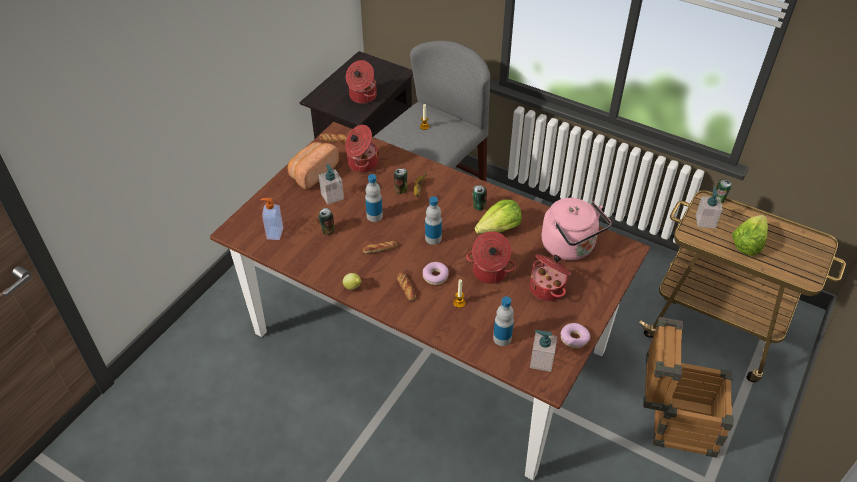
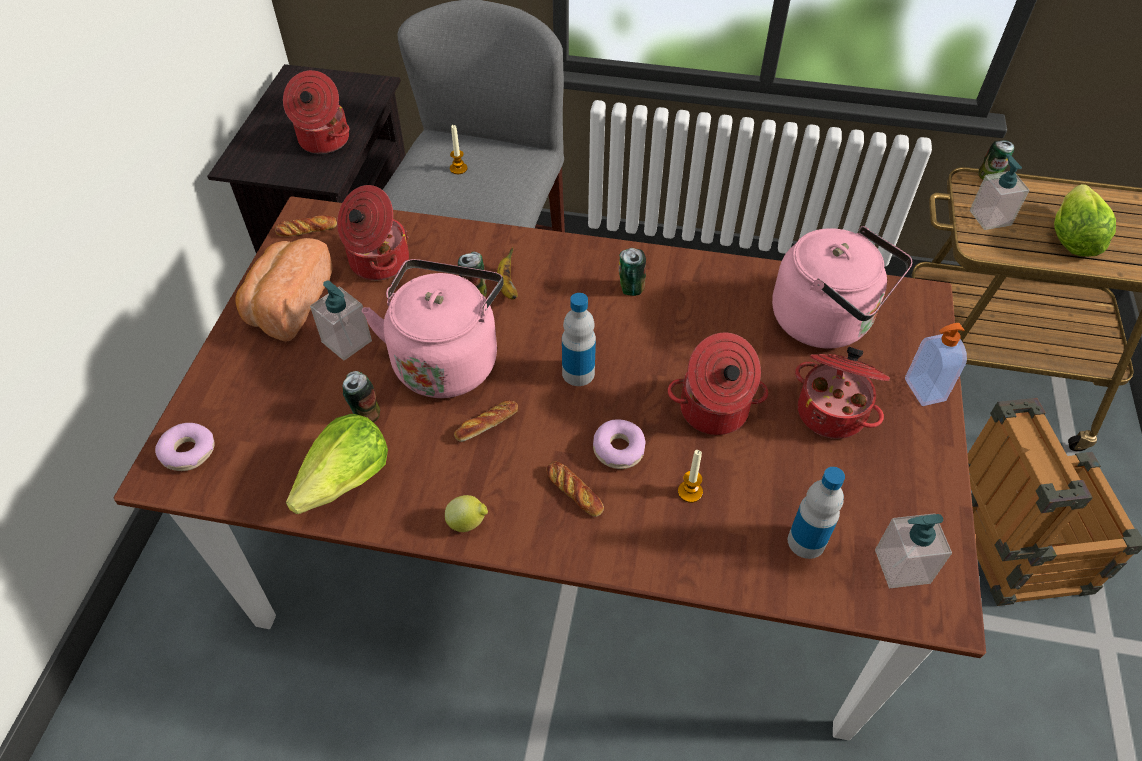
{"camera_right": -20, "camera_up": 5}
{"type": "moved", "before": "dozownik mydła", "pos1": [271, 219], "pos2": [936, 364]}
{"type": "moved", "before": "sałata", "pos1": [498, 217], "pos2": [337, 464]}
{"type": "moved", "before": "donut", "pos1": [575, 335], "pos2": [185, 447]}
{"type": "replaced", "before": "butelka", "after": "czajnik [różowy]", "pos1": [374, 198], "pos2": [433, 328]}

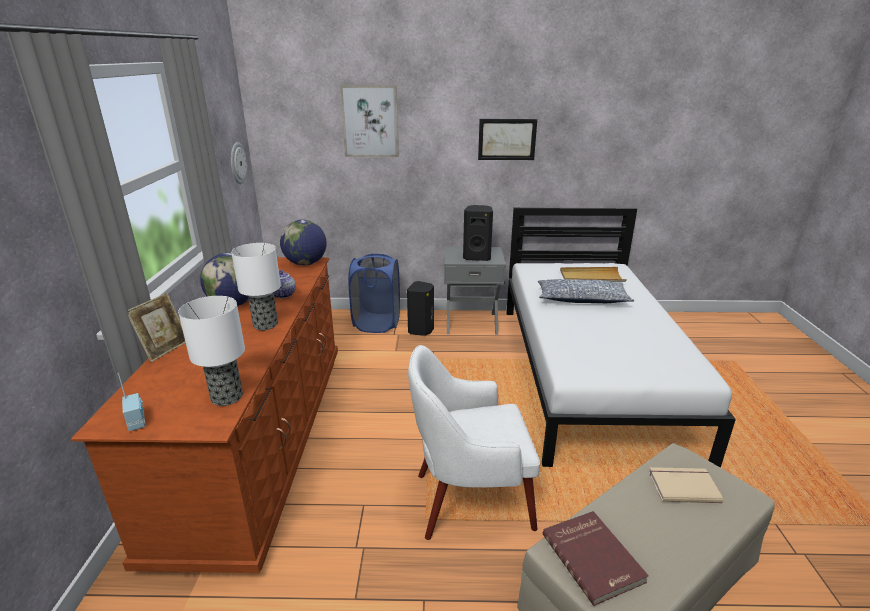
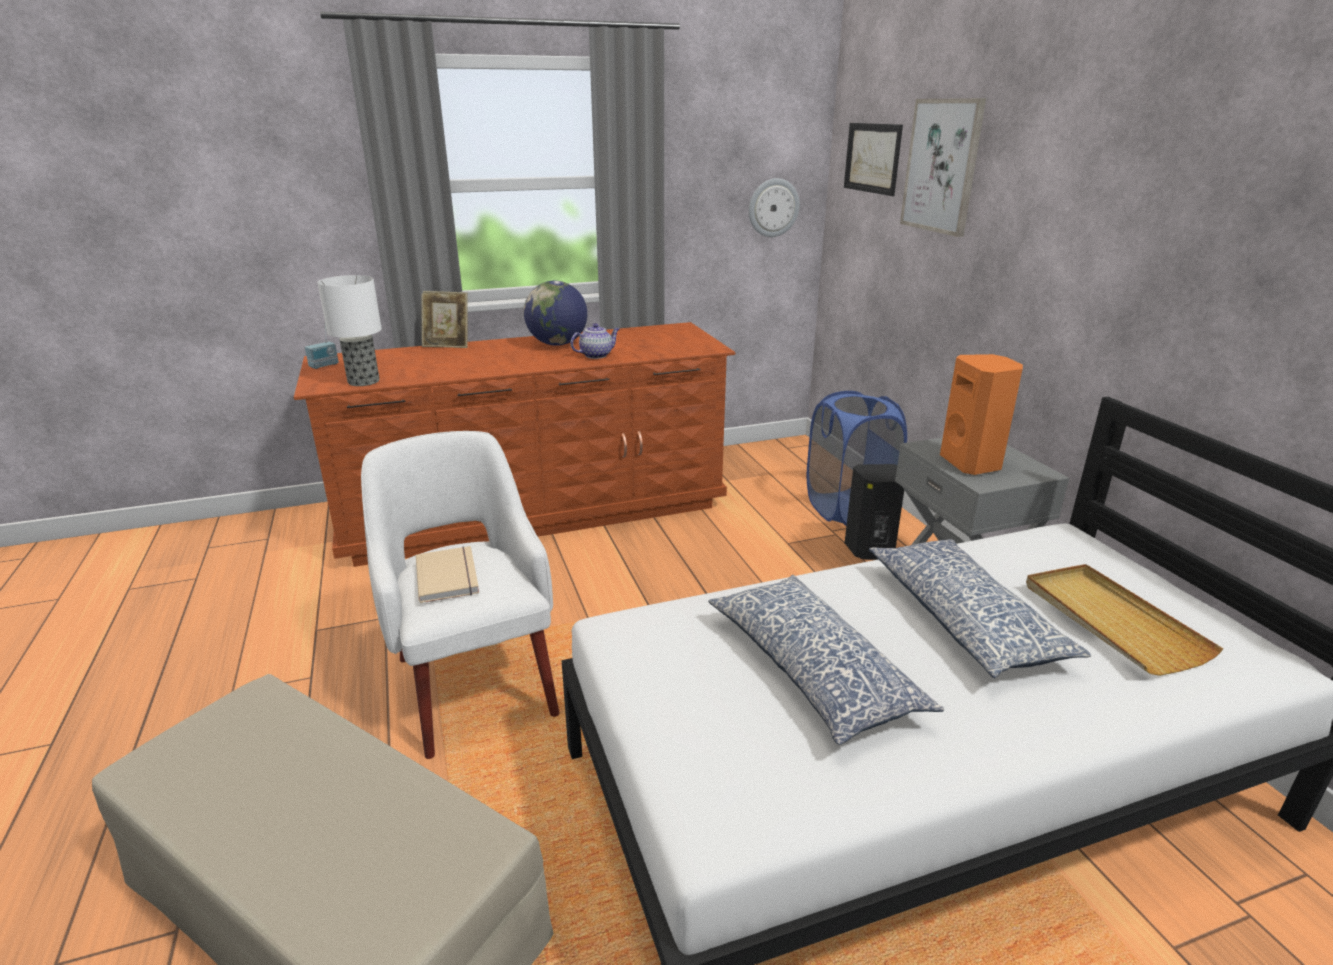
{"camera_right": 70, "camera_up": 0}
{"type": "removed", "before": "lampa stołowa", "pos1": [256, 286]}
{"type": "removed", "before": "globus", "pos1": [303, 242]}
{"type": "removed", "before": "książka [czerwony]", "pos1": [596, 558]}
{"type": "added", "after": "poduszka", "pos2": [826, 659]}
{"type": "moved", "before": "obraz", "pos1": [507, 139], "pos2": [873, 159]}
{"type": "moved", "before": "książka [beżowy]", "pos1": [686, 485], "pos2": [447, 574]}
{"type": "recoloured", "before": "głośnik [czarny]", "after": "głośnik [pomarańczowy]", "pos1": [478, 233], "pos2": [981, 414]}

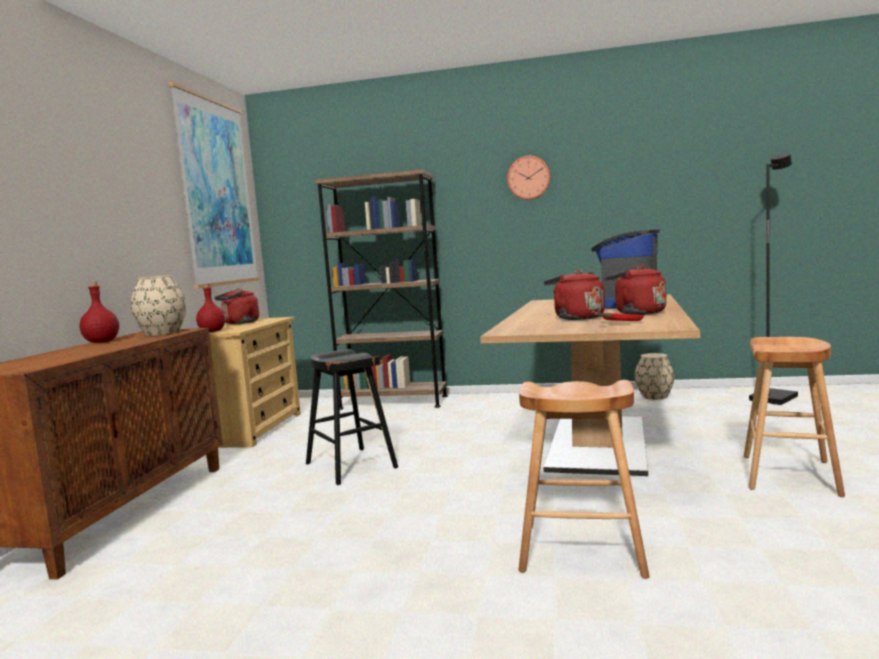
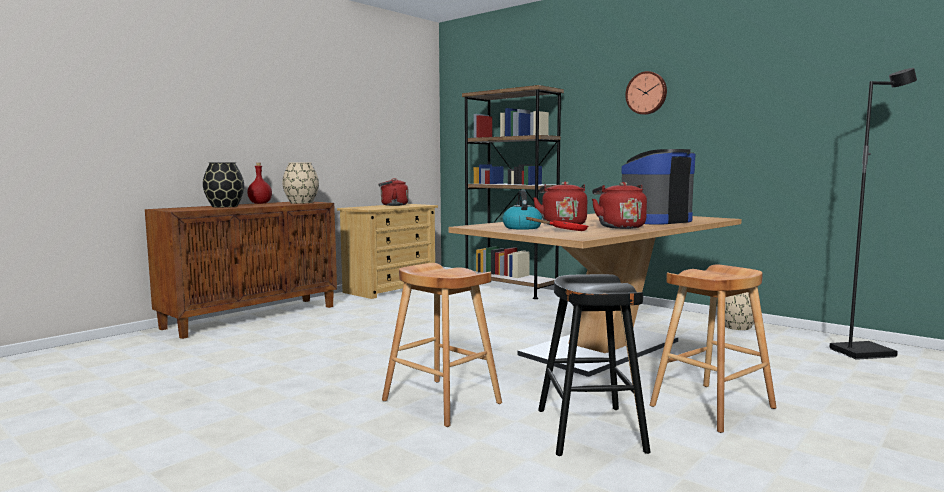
{"camera_right": 30, "camera_up": 0}
{"type": "removed", "before": "obraz", "pos1": [214, 185]}
{"type": "removed", "before": "butelka [czerwony]", "pos1": [210, 308]}
{"type": "added", "after": "wazon [czarny]", "pos2": [223, 184]}
{"type": "added", "after": "czajnik", "pos2": [522, 210]}
{"type": "moved", "before": "stołek [czarny]", "pos1": [352, 417], "pos2": [594, 365]}

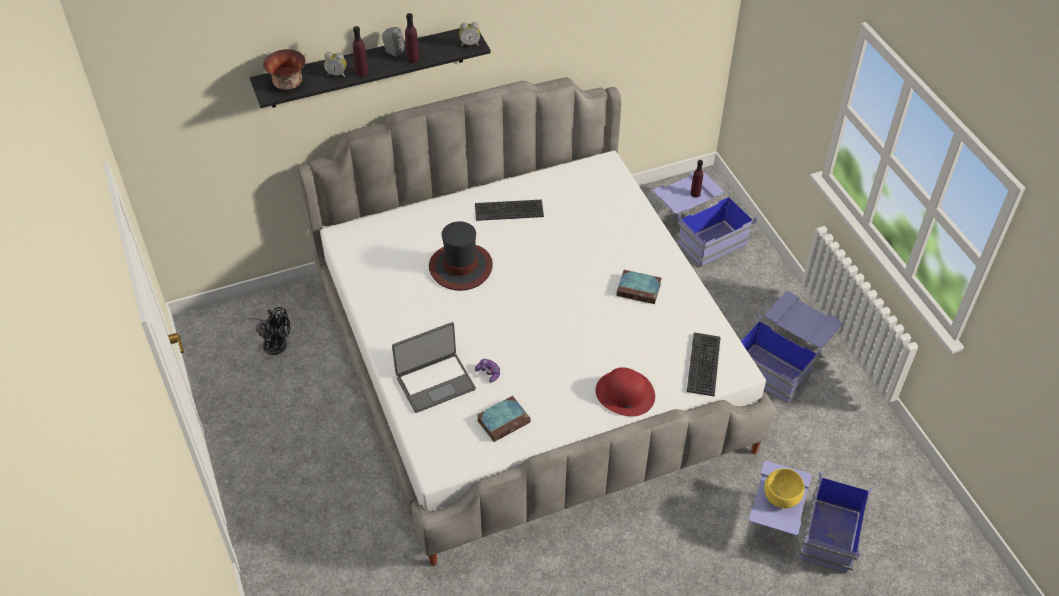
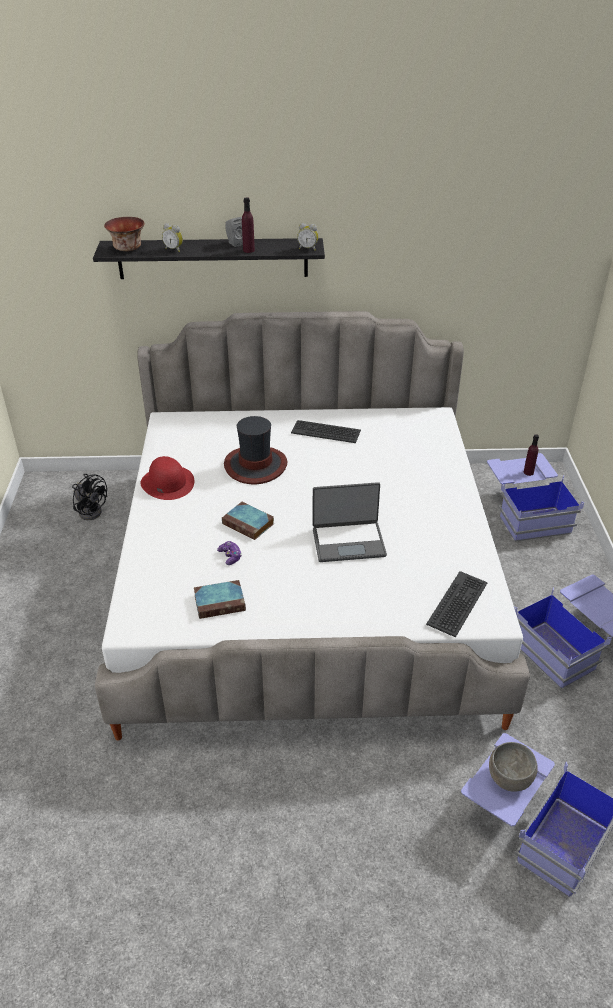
{"camera_right": 20, "camera_up": -10}
{"type": "removed", "before": "butelka [fioletowy]", "pos1": [360, 51]}
{"type": "moved", "before": "laptop", "pos1": [434, 367], "pos2": [349, 522]}
{"type": "moved", "before": "kapelusz [czerwony]", "pos1": [625, 391], "pos2": [167, 478]}
{"type": "moved", "before": "książka", "pos1": [639, 287], "pos2": [248, 521]}
{"type": "recoloured", "before": "miska [żółty]", "after": "miska [szary]", "pos1": [784, 488], "pos2": [513, 767]}

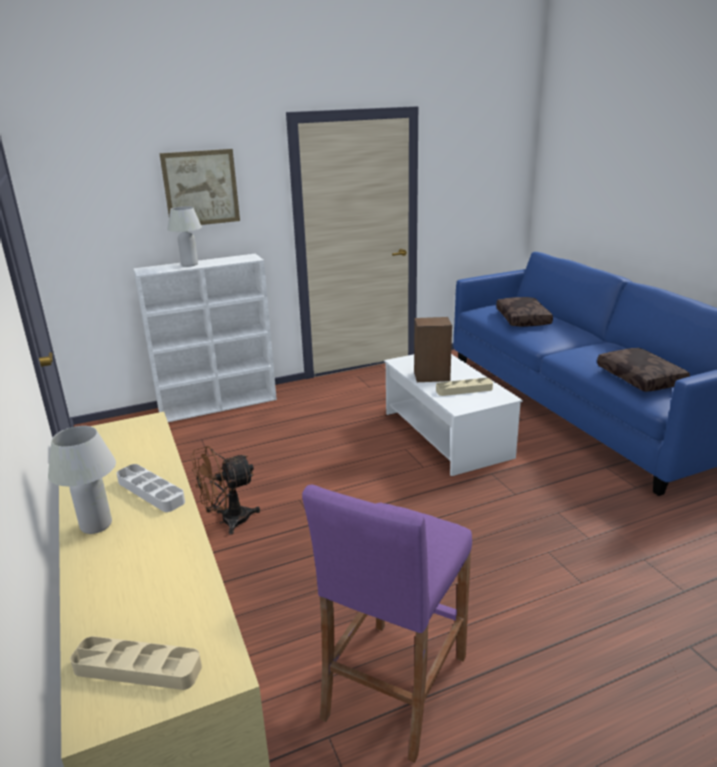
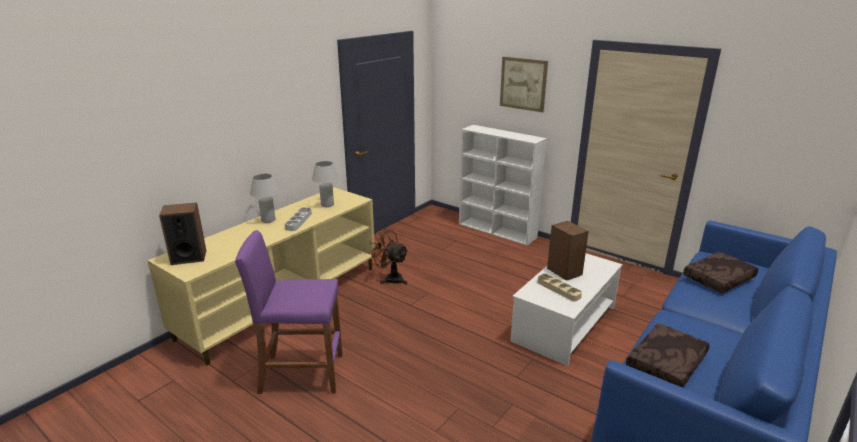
{"camera_right": 60, "camera_up": 0}
{"type": "moved", "before": "lampa stołowa [biały]", "pos1": [184, 236], "pos2": [325, 184]}
{"type": "replaced", "before": "taca [beżowy]", "after": "głośnik", "pos1": [136, 663], "pos2": [182, 234]}

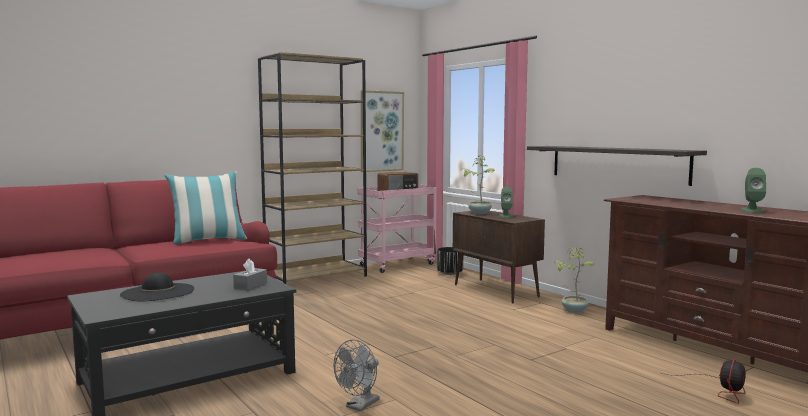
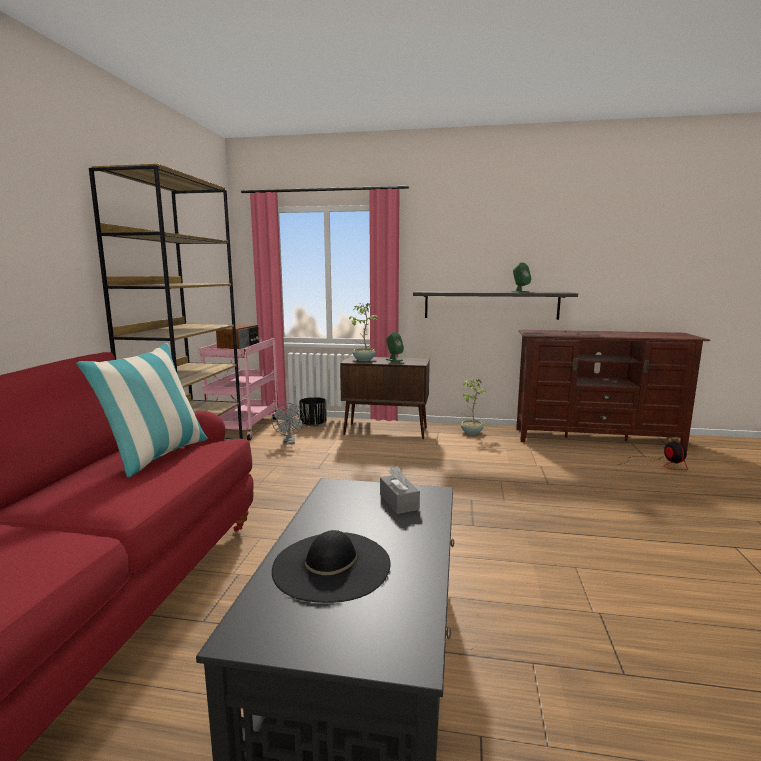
{"camera_right": -45, "camera_up": 5}
{"type": "removed", "before": "obraz", "pos1": [382, 131]}
{"type": "moved", "before": "wentylator [szary]", "pos1": [356, 375], "pos2": [288, 424]}
{"type": "moved", "before": "głośnik [zielony]", "pos1": [753, 190], "pos2": [521, 277]}

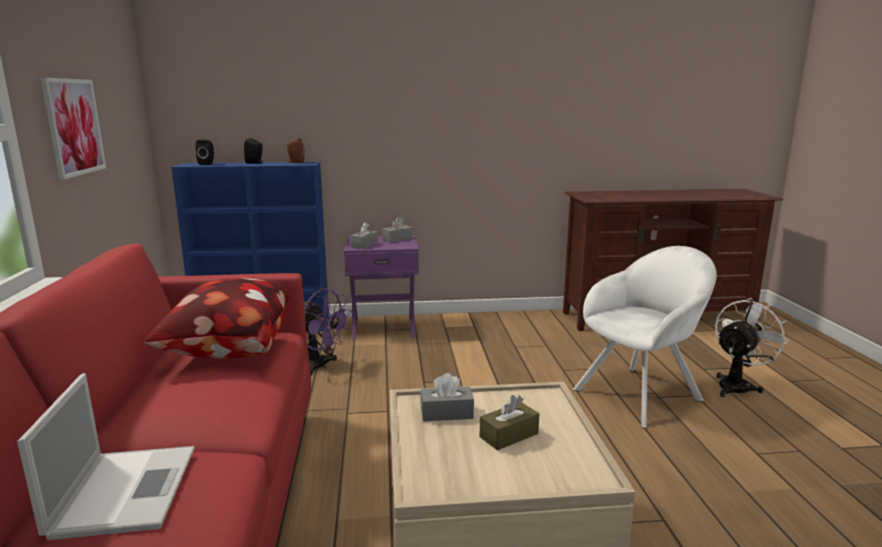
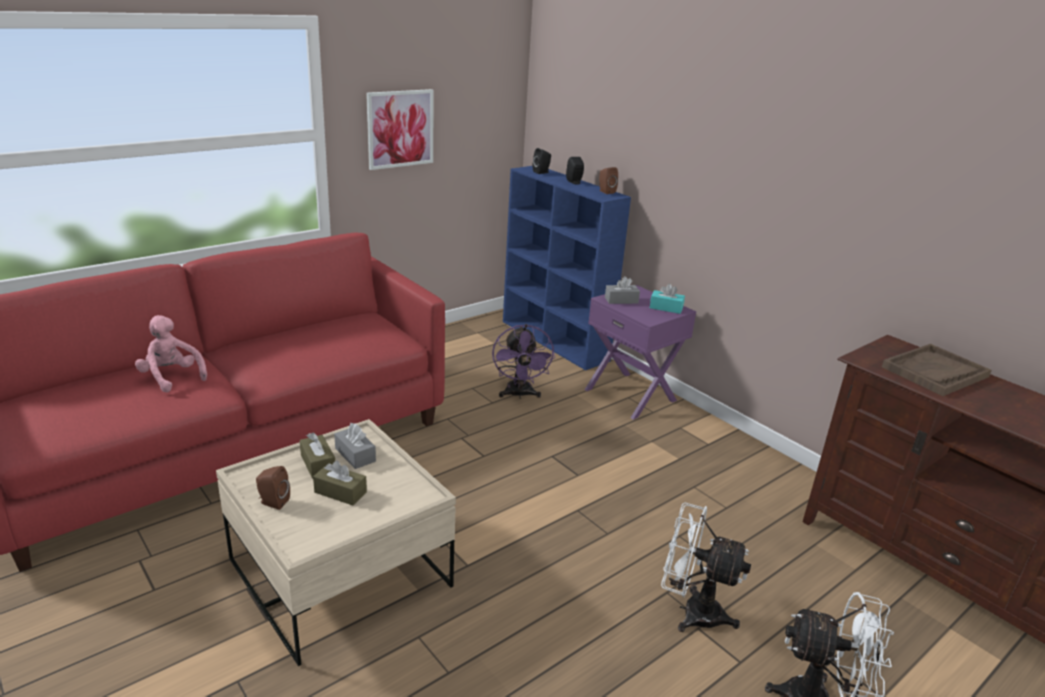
{"camera_right": 55, "camera_up": 10}
{"type": "removed", "before": "poduszka", "pos1": [217, 318]}
{"type": "added", "after": "głośnik [brązowy]", "pos2": [273, 488]}
{"type": "added", "after": "pudełko chusteczek [brązowy]", "pos2": [317, 456]}
{"type": "added", "after": "taca [brązowy]", "pos2": [937, 370]}
{"type": "replaced", "before": "laptop", "after": "pluszak [różowy]", "pos1": [105, 456], "pos2": [171, 354]}
{"type": "replaced", "before": "fotel [biały]", "after": "wentylator [biały]", "pos1": [645, 337], "pos2": [706, 567]}
{"type": "recoloured", "before": "pudełko chusteczek [szary]", "after": "pudełko chusteczek [turkusowy]", "pos1": [397, 229], "pos2": [667, 299]}

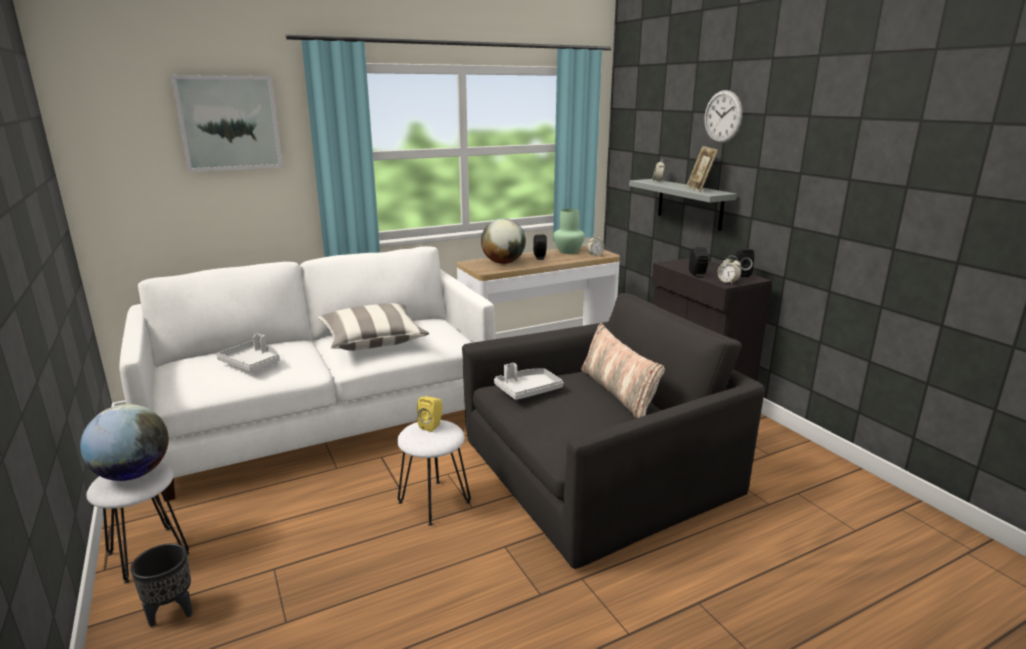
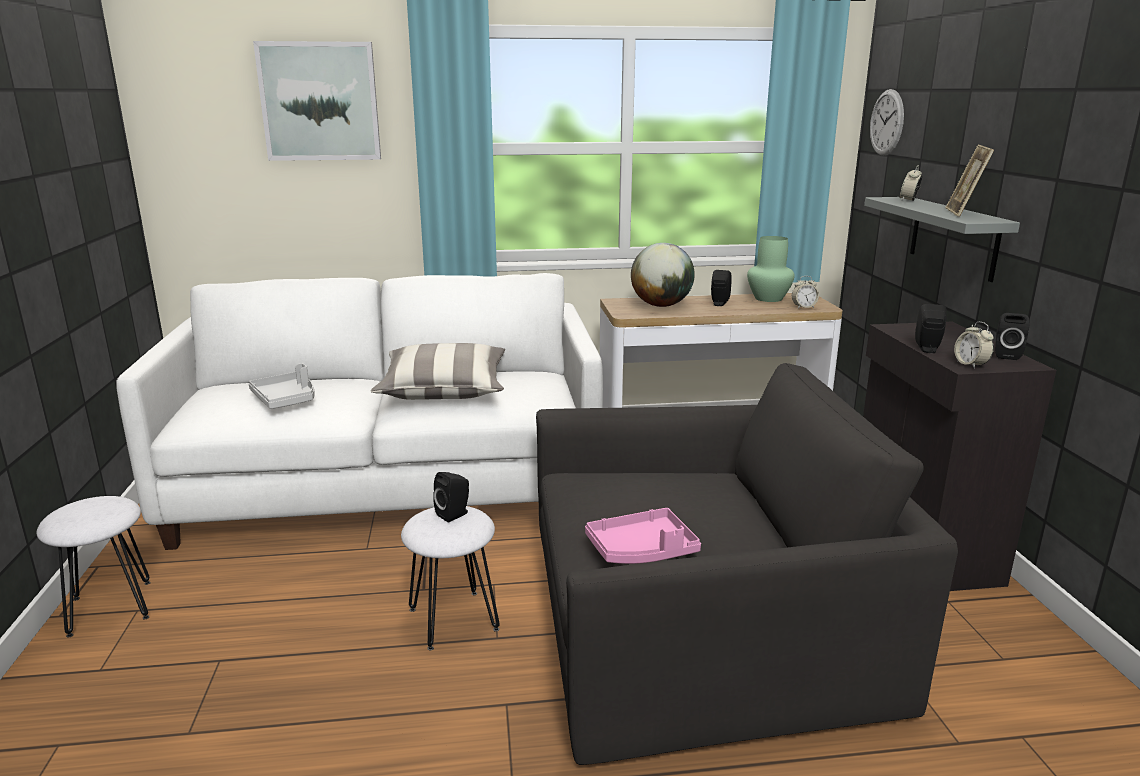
{"camera_right": 20, "camera_up": 0}
{"type": "removed", "before": "globus", "pos1": [124, 442]}
{"type": "removed", "before": "donica [czarny]", "pos1": [161, 585]}
{"type": "removed", "before": "taca [szary]", "pos1": [528, 381]}
{"type": "removed", "before": "poduszka", "pos1": [623, 370]}
{"type": "added", "after": "taca [różowy]", "pos2": [643, 536]}
{"type": "moved", "before": "zegar ścienny", "pos1": [723, 116], "pos2": [887, 122]}
{"type": "recoloured", "before": "głośnik [żółty]", "after": "głośnik [czarny]", "pos1": [429, 414], "pos2": [451, 497]}

